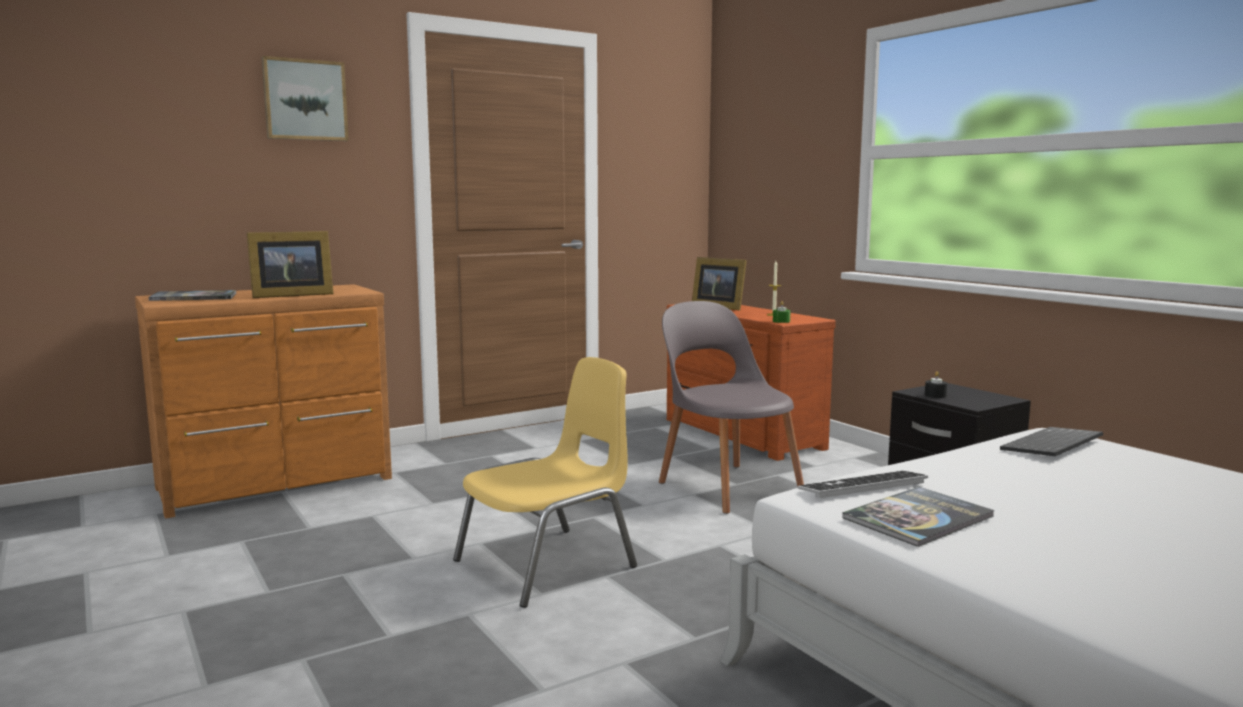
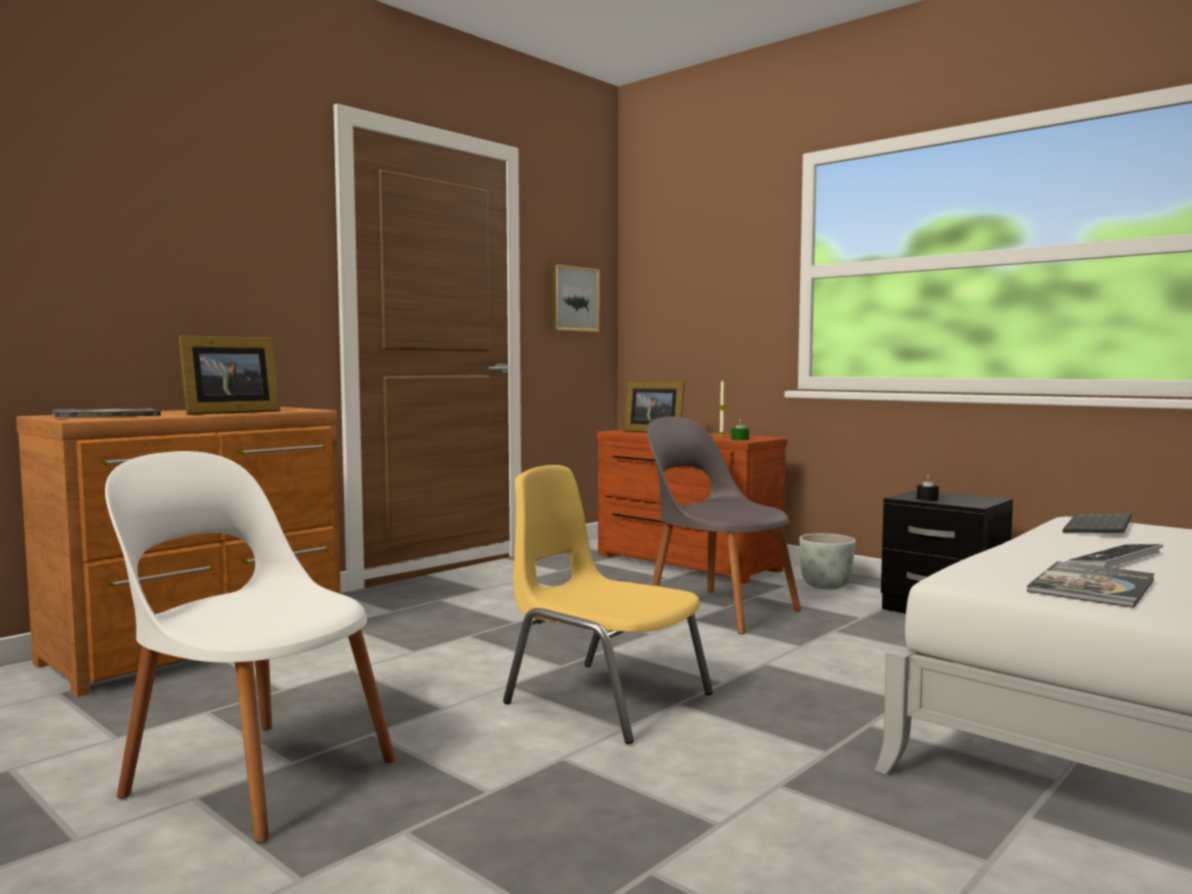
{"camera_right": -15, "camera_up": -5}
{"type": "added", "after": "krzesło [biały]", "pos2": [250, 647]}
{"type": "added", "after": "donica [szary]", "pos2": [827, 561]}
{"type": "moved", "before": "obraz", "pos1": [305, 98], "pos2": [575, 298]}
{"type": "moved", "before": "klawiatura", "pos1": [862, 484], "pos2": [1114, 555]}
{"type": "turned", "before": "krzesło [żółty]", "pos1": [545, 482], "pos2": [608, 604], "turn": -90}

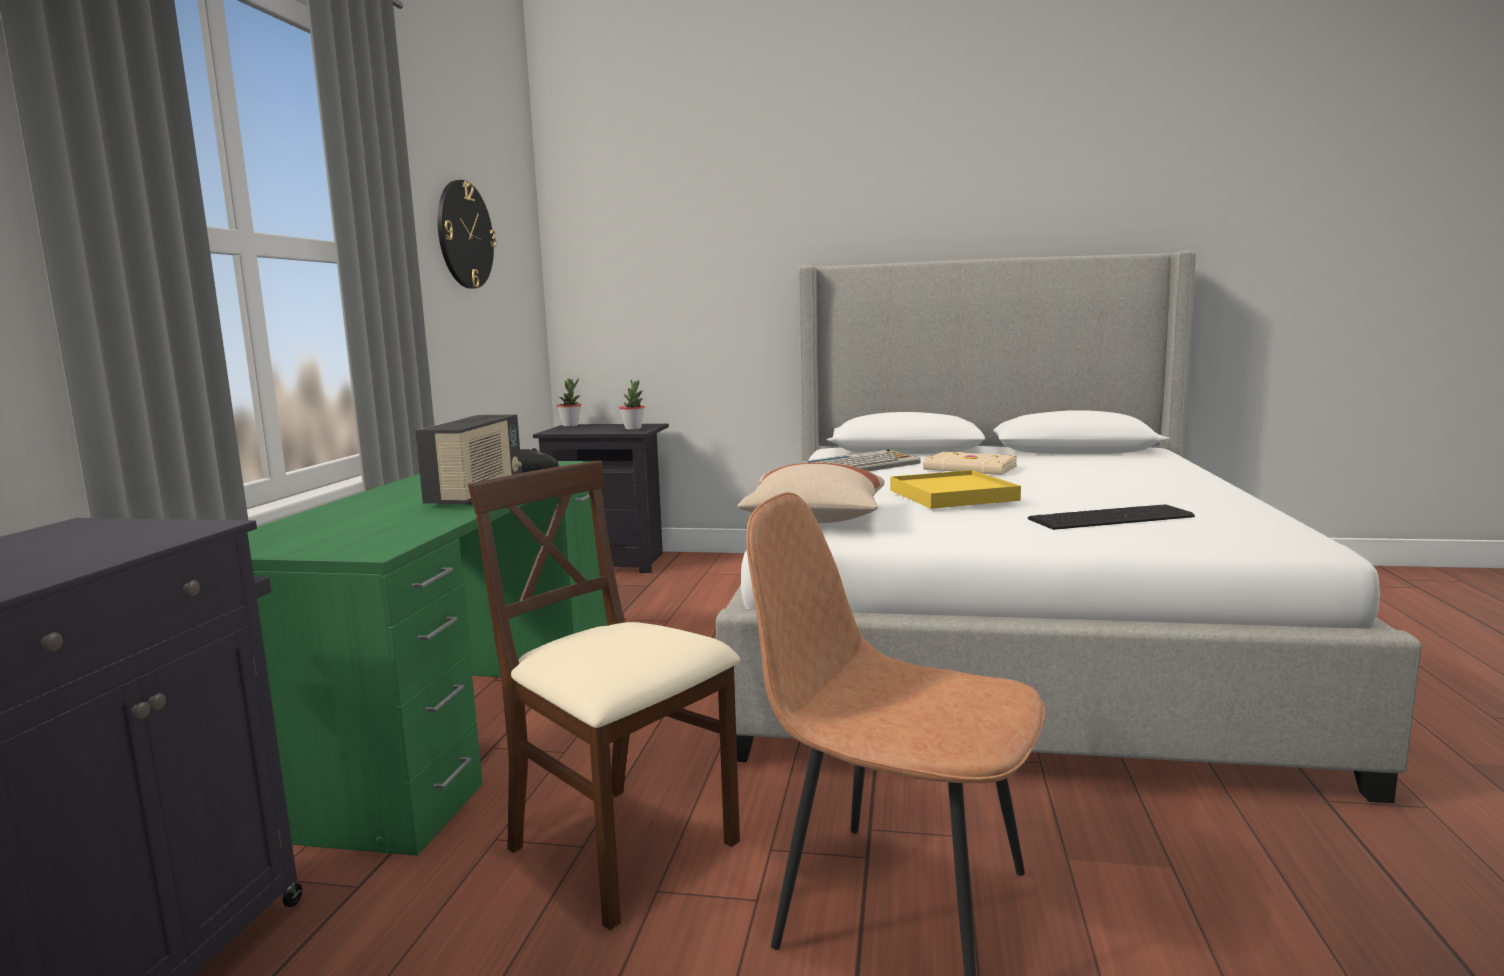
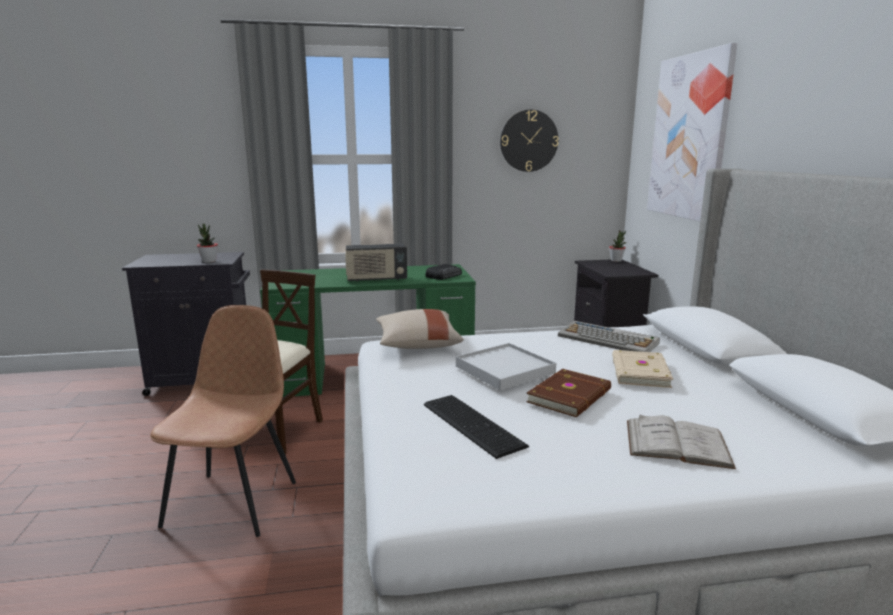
{"camera_right": 70, "camera_up": 5}
{"type": "added", "after": "książka [brązowy]", "pos2": [568, 393]}
{"type": "added", "after": "książka [biały]", "pos2": [681, 442]}
{"type": "added", "after": "obraz", "pos2": [692, 132]}
{"type": "moved", "before": "roślina doniczkowa", "pos1": [632, 405], "pos2": [207, 243]}
{"type": "recoloured", "before": "taca [żółty]", "after": "taca [biały]", "pos1": [955, 489], "pos2": [506, 366]}

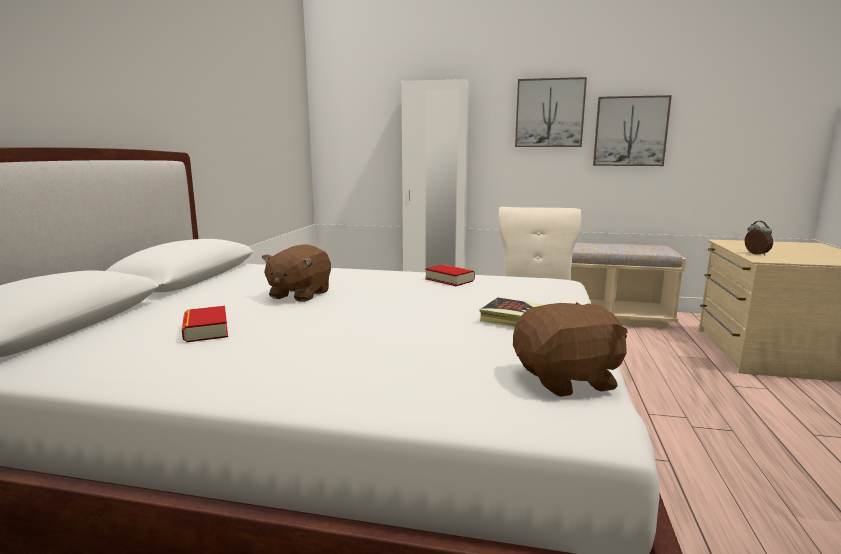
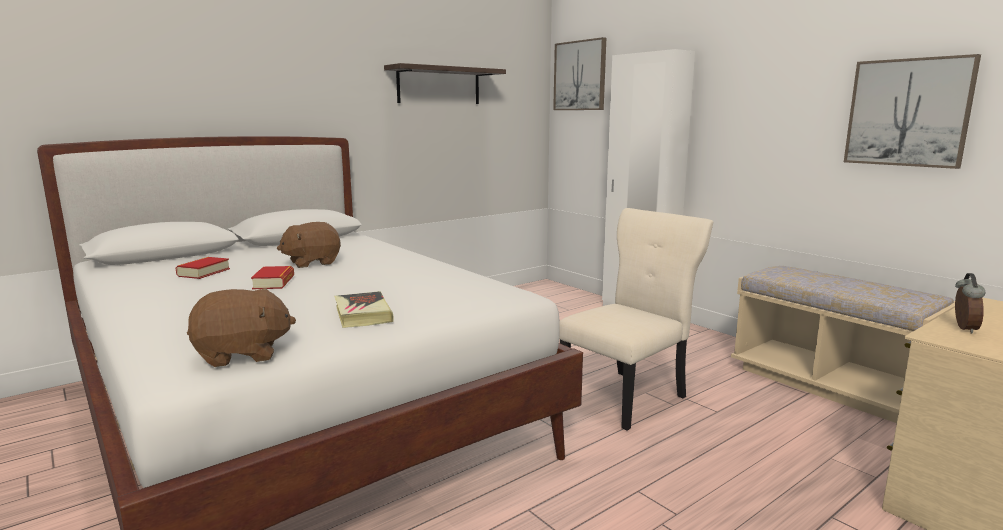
{"camera_right": 40, "camera_up": 0}
{"type": "added", "after": "półka", "pos2": [445, 83]}
{"type": "moved", "before": "książka", "pos1": [450, 275], "pos2": [272, 277]}
{"type": "moved", "before": "obraz", "pos1": [551, 112], "pos2": [579, 73]}
{"type": "turned", "before": "pluszak [brązowy]", "pos1": [570, 349], "pos2": [241, 327], "turn": -45}

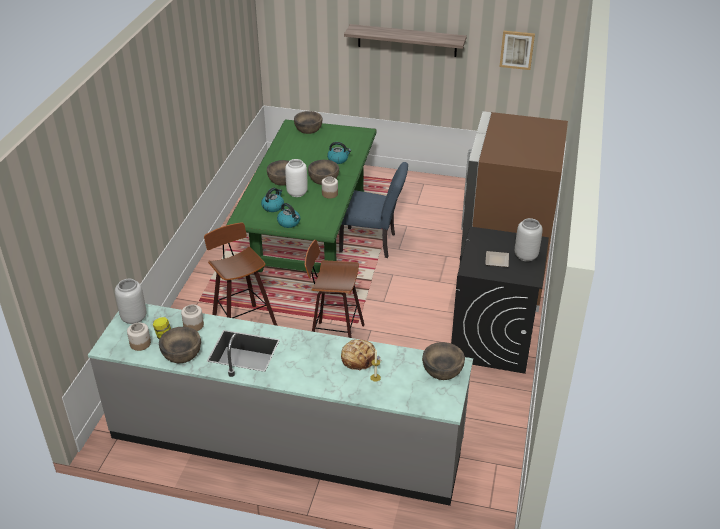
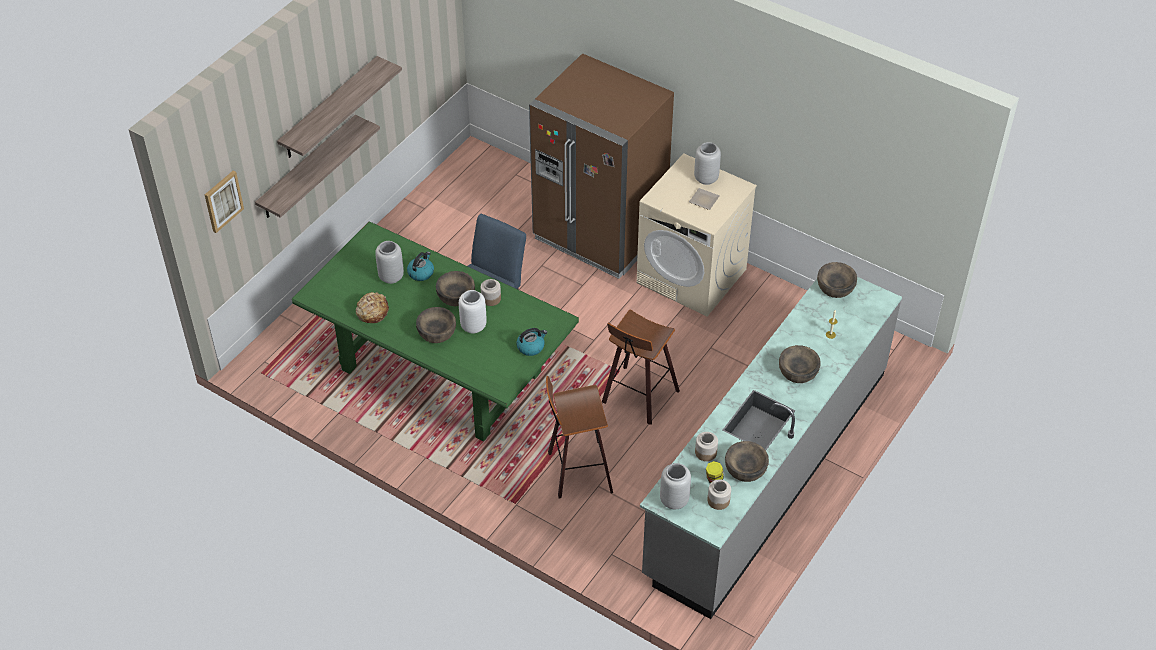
{"camera_right": -70, "camera_up": 10}
{"type": "removed", "before": "czajnik", "pos1": [272, 200]}
{"type": "added", "after": "półka", "pos2": [317, 166]}
{"type": "added", "after": "wazon [szary]", "pos2": [389, 262]}
{"type": "moved", "before": "miska [brązowy]", "pos1": [308, 122], "pos2": [800, 364]}
{"type": "moved", "before": "chleb", "pos1": [361, 355], "pos2": [372, 307]}
{"type": "moved", "before": "obraz", "pos1": [517, 50], "pos2": [224, 201]}
{"type": "recoloured", "before": "pralka [czarny]", "after": "pralka [beżowy]", "pos1": [500, 300], "pos2": [696, 234]}

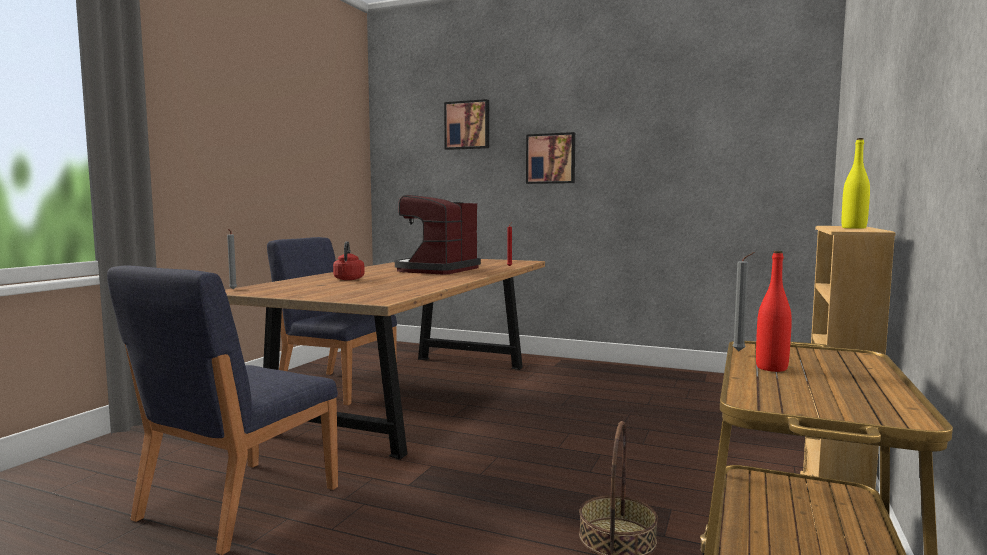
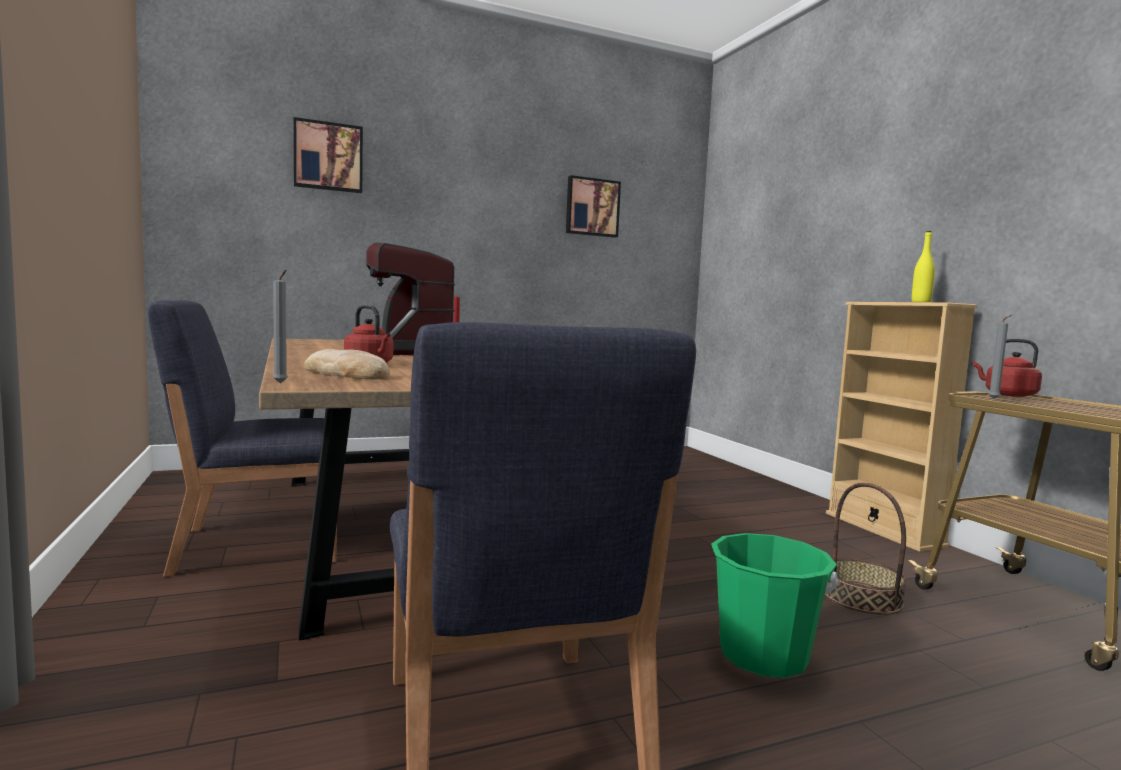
{"camera_right": -45, "camera_up": 0}
{"type": "removed", "before": "butelka [czerwony]", "pos1": [774, 311]}
{"type": "added", "after": "chleb", "pos2": [347, 364]}
{"type": "added", "after": "wiadro [zielony]", "pos2": [774, 605]}
{"type": "added", "after": "czajnik [czerwony]", "pos2": [1007, 368]}
{"type": "moved", "before": "obraz", "pos1": [550, 158], "pos2": [593, 206]}

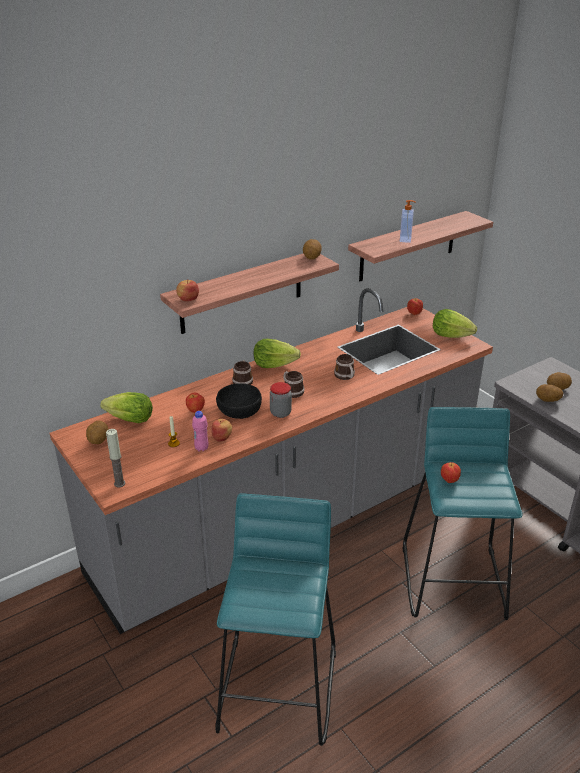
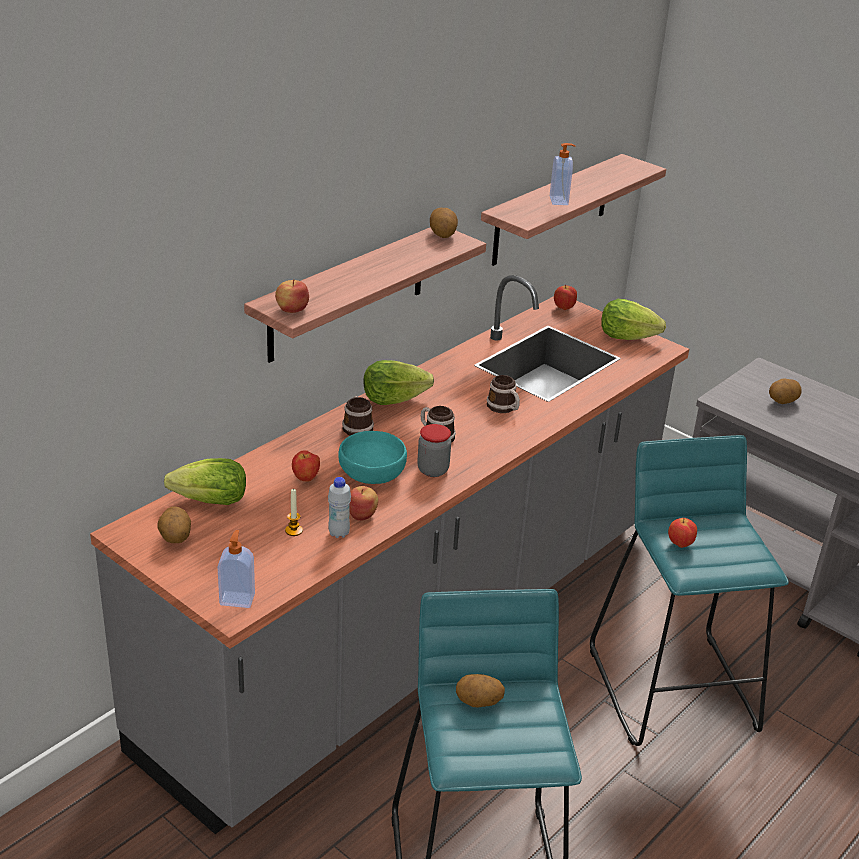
{"camera_right": -15, "camera_up": 0}
{"type": "moved", "before": "ziemniak", "pos1": [549, 393], "pos2": [480, 691]}
{"type": "replaced", "before": "świeca", "after": "dozownik mydła", "pos1": [115, 458], "pos2": [236, 569]}
{"type": "recoloured", "before": "butelka [różowy]", "after": "butelka [biały]", "pos1": [200, 431], "pos2": [339, 507]}
{"type": "recoloured", "before": "miska [czarny]", "after": "miska [turkusowy]", "pos1": [239, 401], "pos2": [372, 457]}

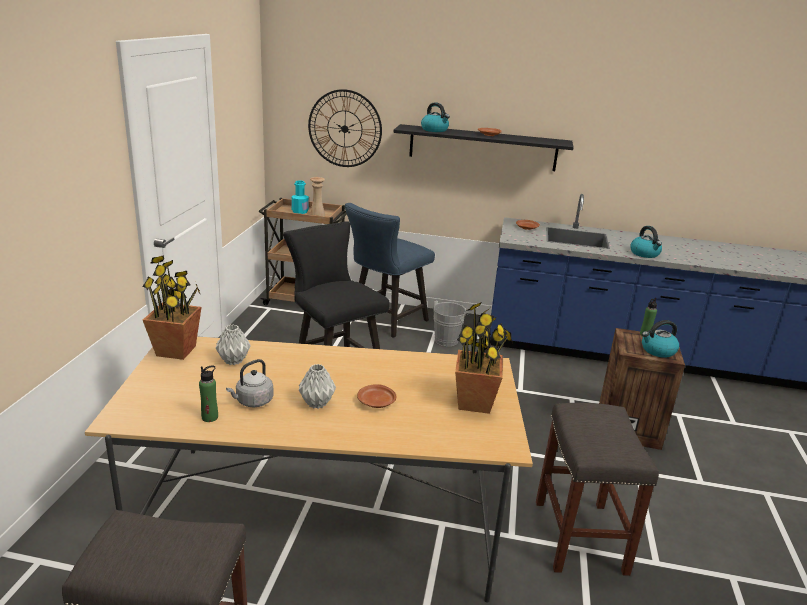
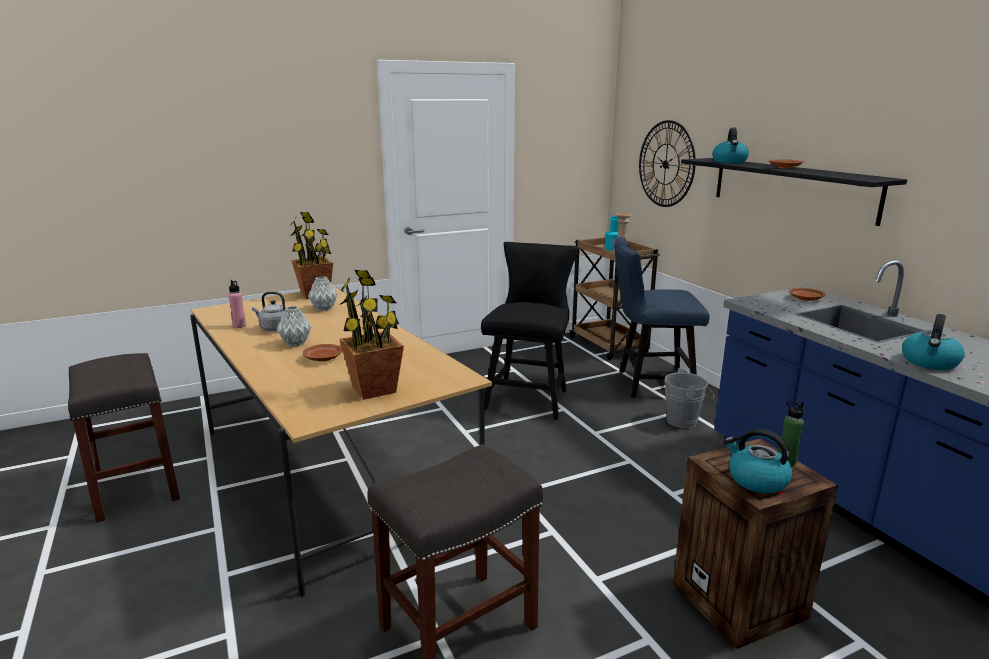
{"camera_right": 55, "camera_up": -5}
{"type": "recoloured", "before": "butelka [zielony]", "after": "butelka [różowy]", "pos1": [208, 393], "pos2": [237, 304]}

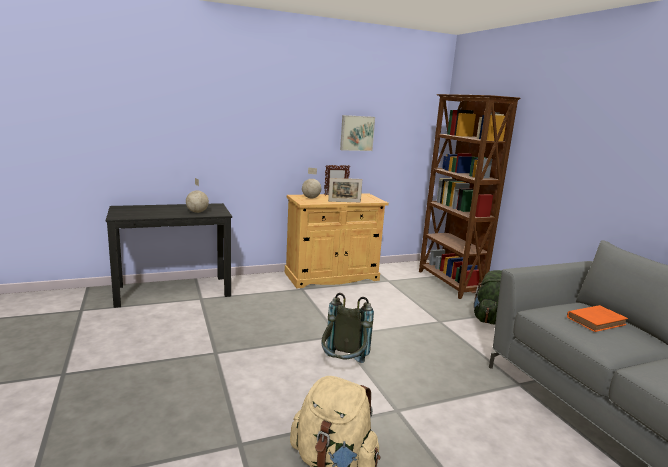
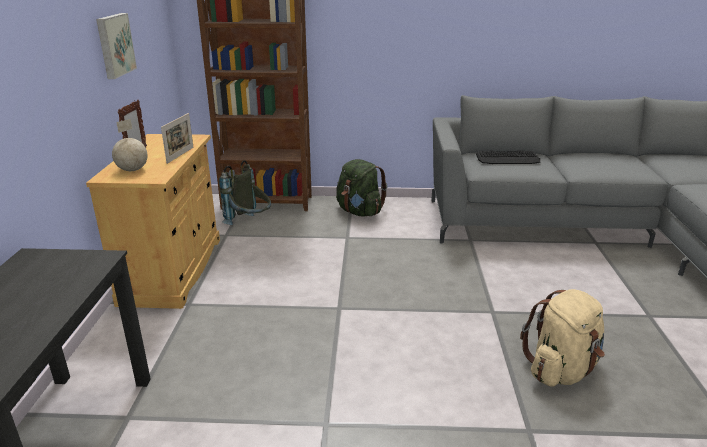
{"camera_right": -65, "camera_up": 10}
{"type": "removed", "before": "globus", "pos1": [197, 195]}
{"type": "moved", "before": "plecak [szary]", "pos1": [347, 328], "pos2": [245, 192]}
{"type": "replaced", "before": "książka [pomarańczowy]", "after": "klawiatura", "pos1": [597, 318], "pos2": [508, 157]}

